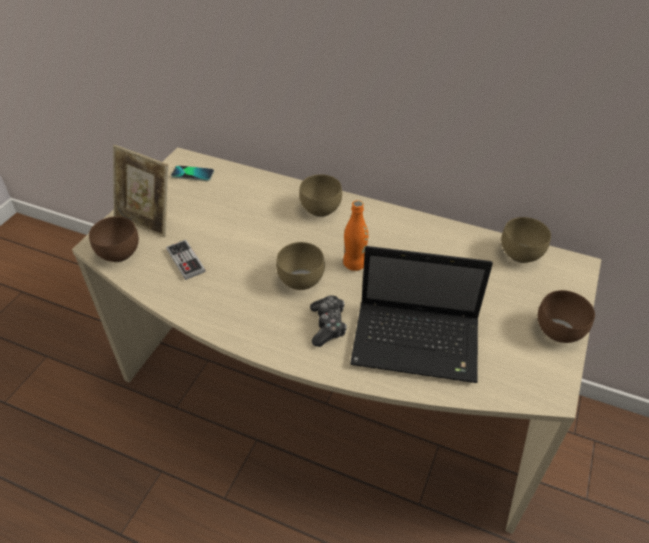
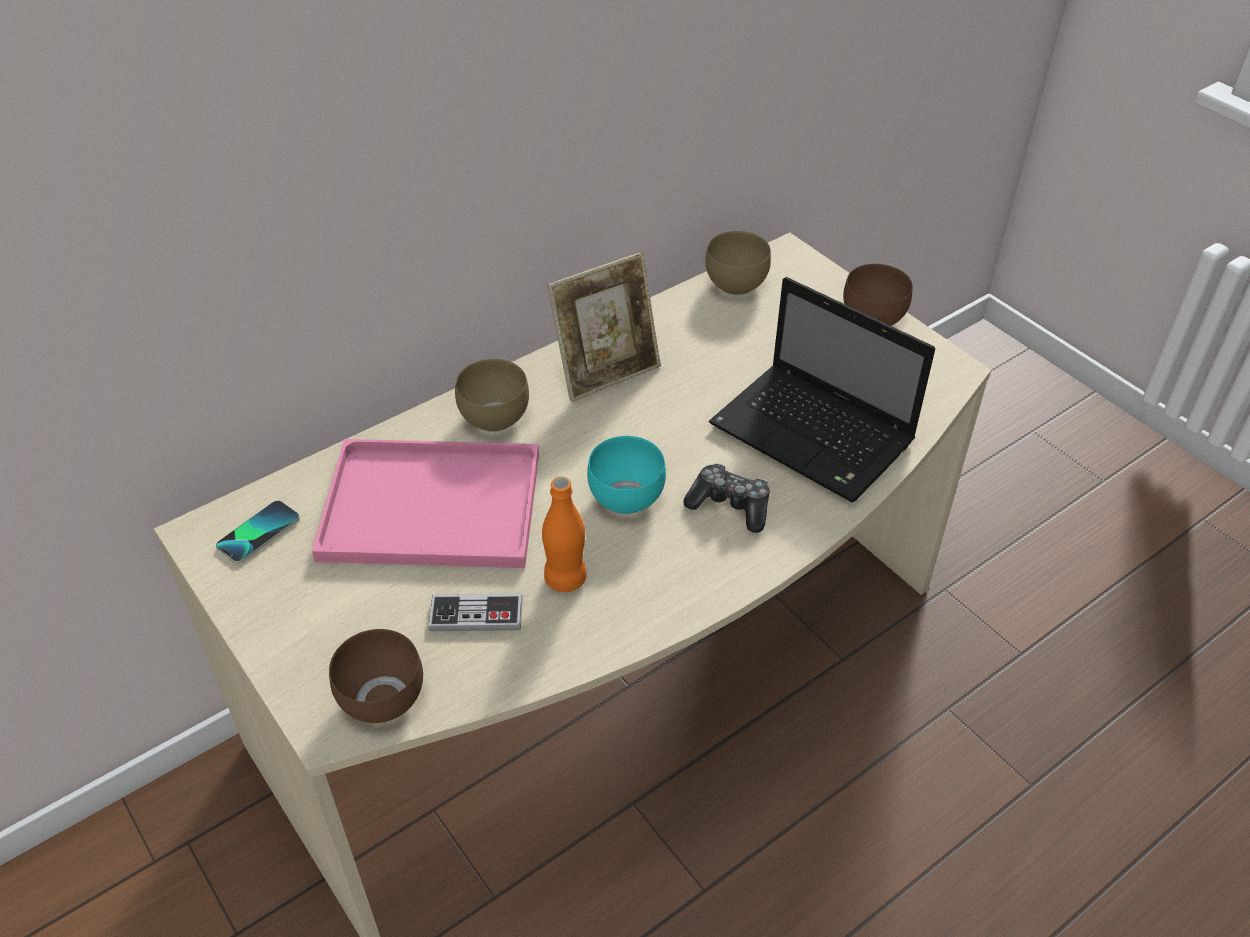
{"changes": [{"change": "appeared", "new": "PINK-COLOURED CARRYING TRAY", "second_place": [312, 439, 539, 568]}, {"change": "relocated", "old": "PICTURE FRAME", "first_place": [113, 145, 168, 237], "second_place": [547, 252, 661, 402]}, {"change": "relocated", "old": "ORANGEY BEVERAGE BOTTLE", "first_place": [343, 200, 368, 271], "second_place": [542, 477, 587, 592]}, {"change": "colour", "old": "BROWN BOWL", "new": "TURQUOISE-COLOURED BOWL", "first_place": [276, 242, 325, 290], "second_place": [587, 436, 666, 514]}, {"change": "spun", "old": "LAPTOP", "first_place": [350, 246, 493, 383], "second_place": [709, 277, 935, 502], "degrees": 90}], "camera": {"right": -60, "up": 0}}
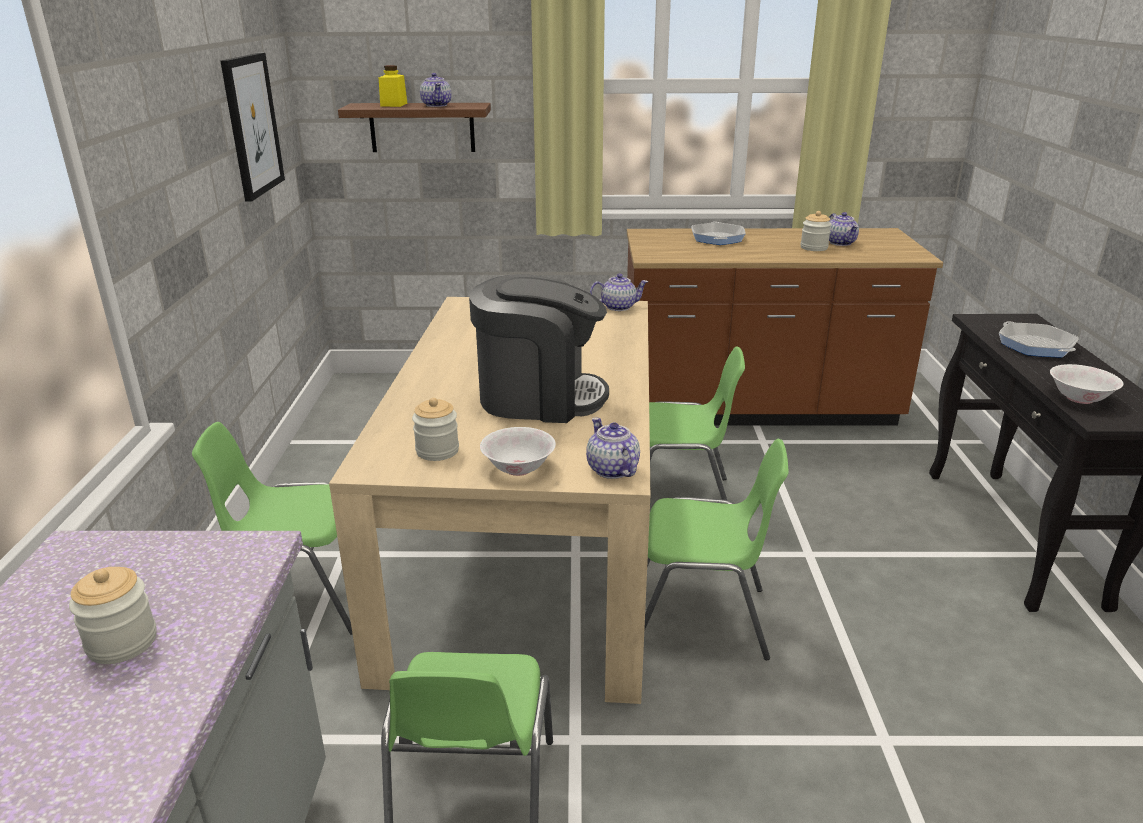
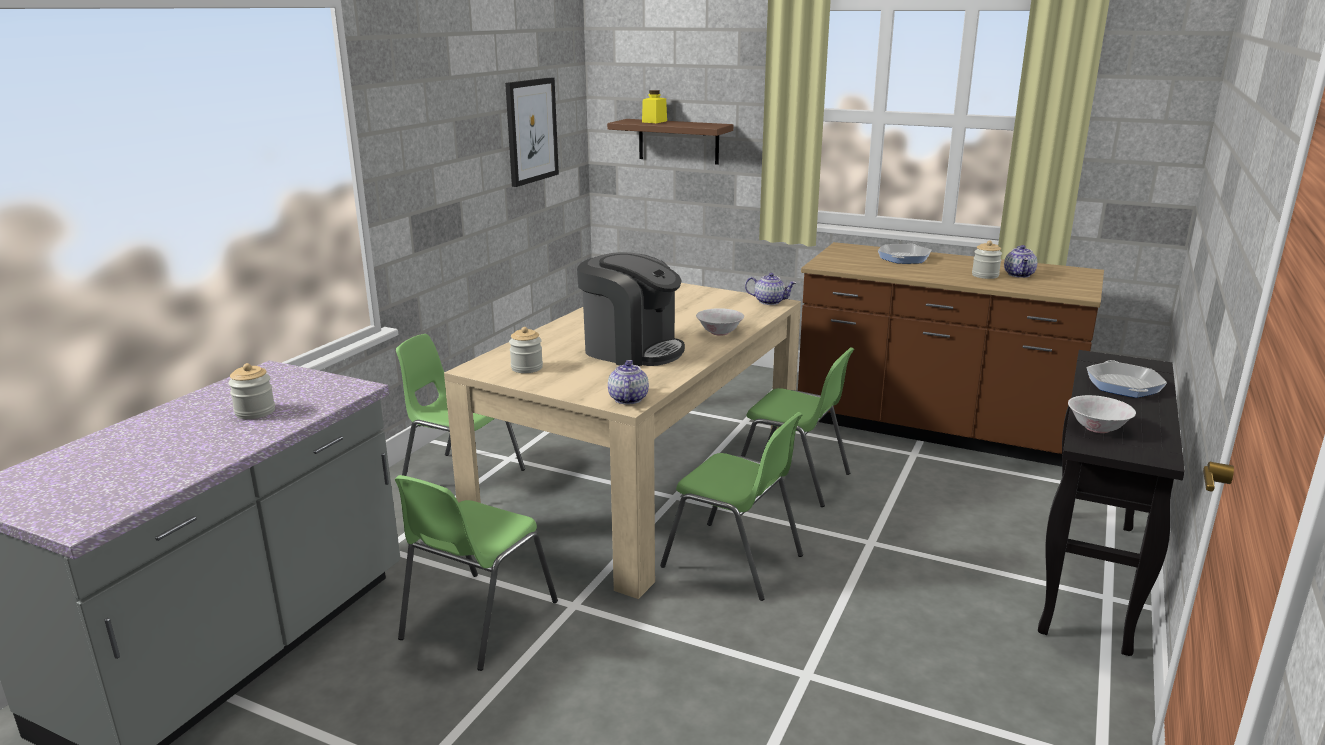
{"changes": [{"change": "missing", "old": "TEA POT", "first_place": [420, 73, 451, 107]}, {"change": "relocated", "old": "WHITE BOWL", "first_place": [480, 427, 556, 476], "second_place": [696, 308, 744, 336]}], "camera": {"right": 25, "up": -5}}
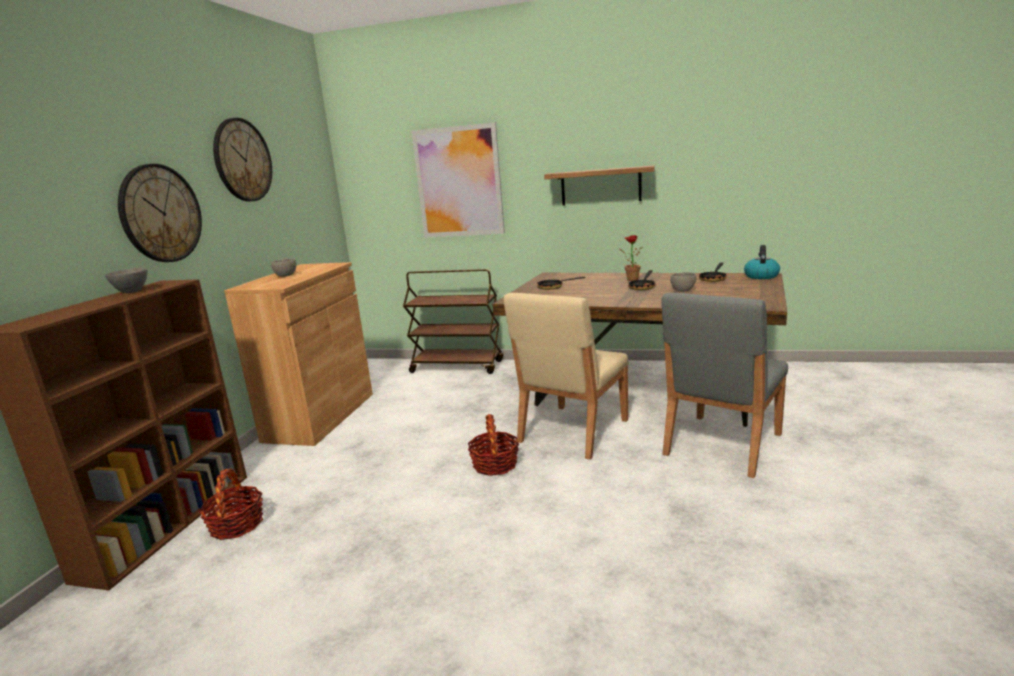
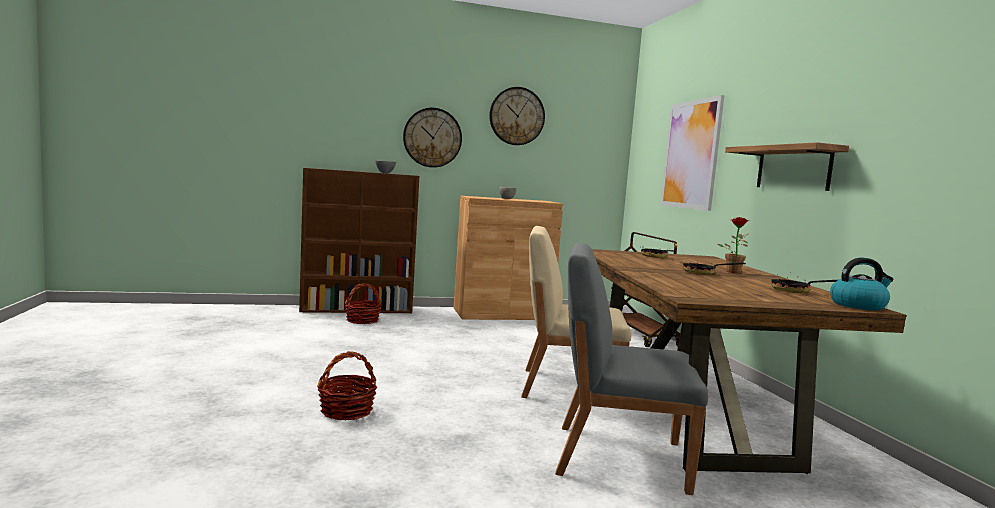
{"changes": [{"change": "missing", "old": "GRAY BOWL", "first_place": [670, 272, 696, 292]}, {"change": "relocated", "old": "STORAGE BASKET", "first_place": [468, 414, 519, 476], "second_place": [317, 351, 377, 420]}], "camera": {"right": 60, "up": -10}}
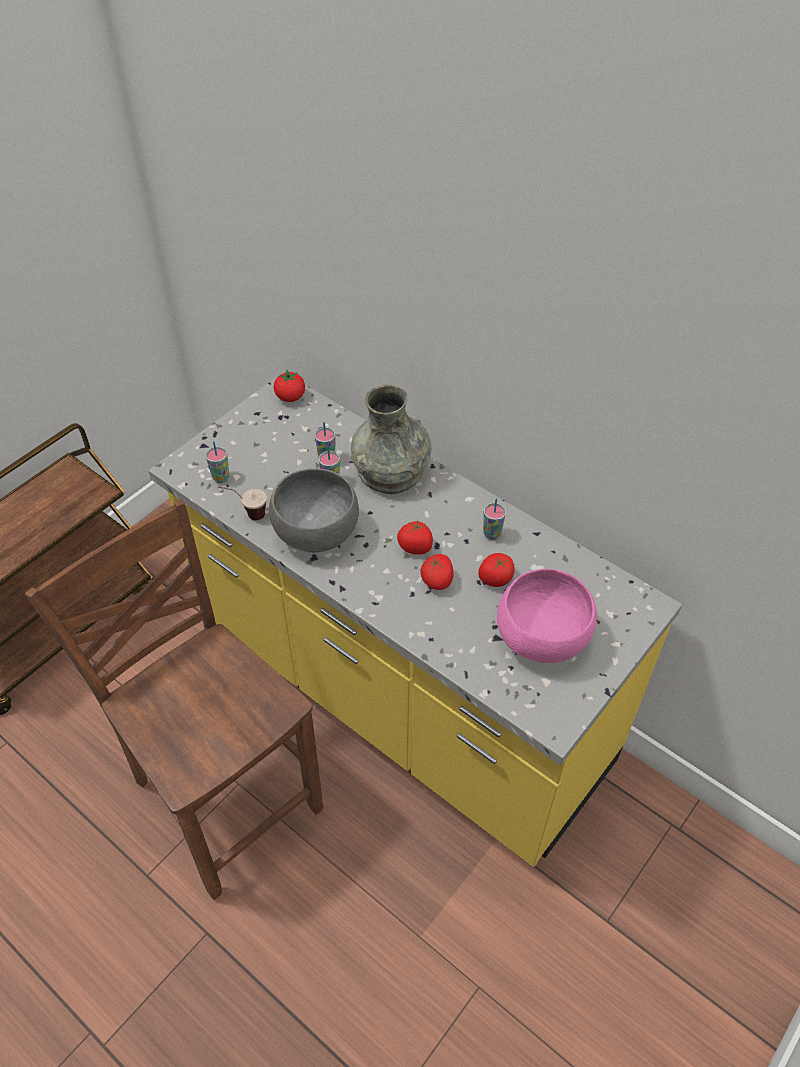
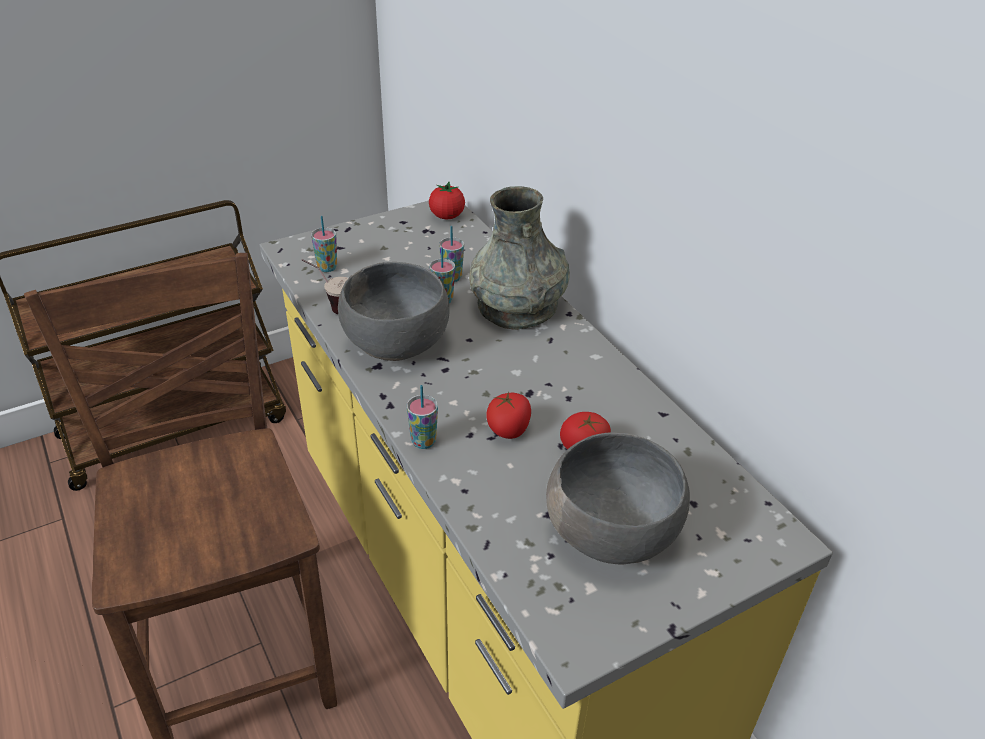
{"changes": [{"change": "missing", "old": "FRESH TOMATO", "first_place": [397, 520, 433, 555]}, {"change": "relocated", "old": "SMALL CUP", "first_place": [483, 498, 506, 540], "second_place": [407, 385, 438, 449]}, {"change": "colour", "old": "PINK-COLOURED BOWL", "new": "GRAY BOWL", "first_place": [497, 569, 597, 663], "second_place": [546, 432, 690, 564]}], "camera": {"right": 20, "up": -10}}
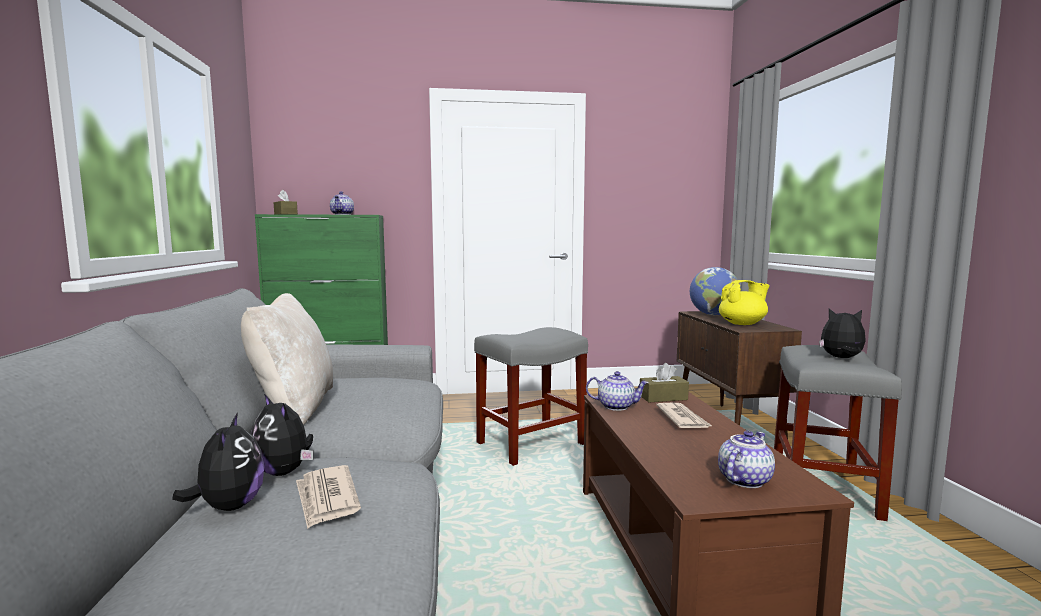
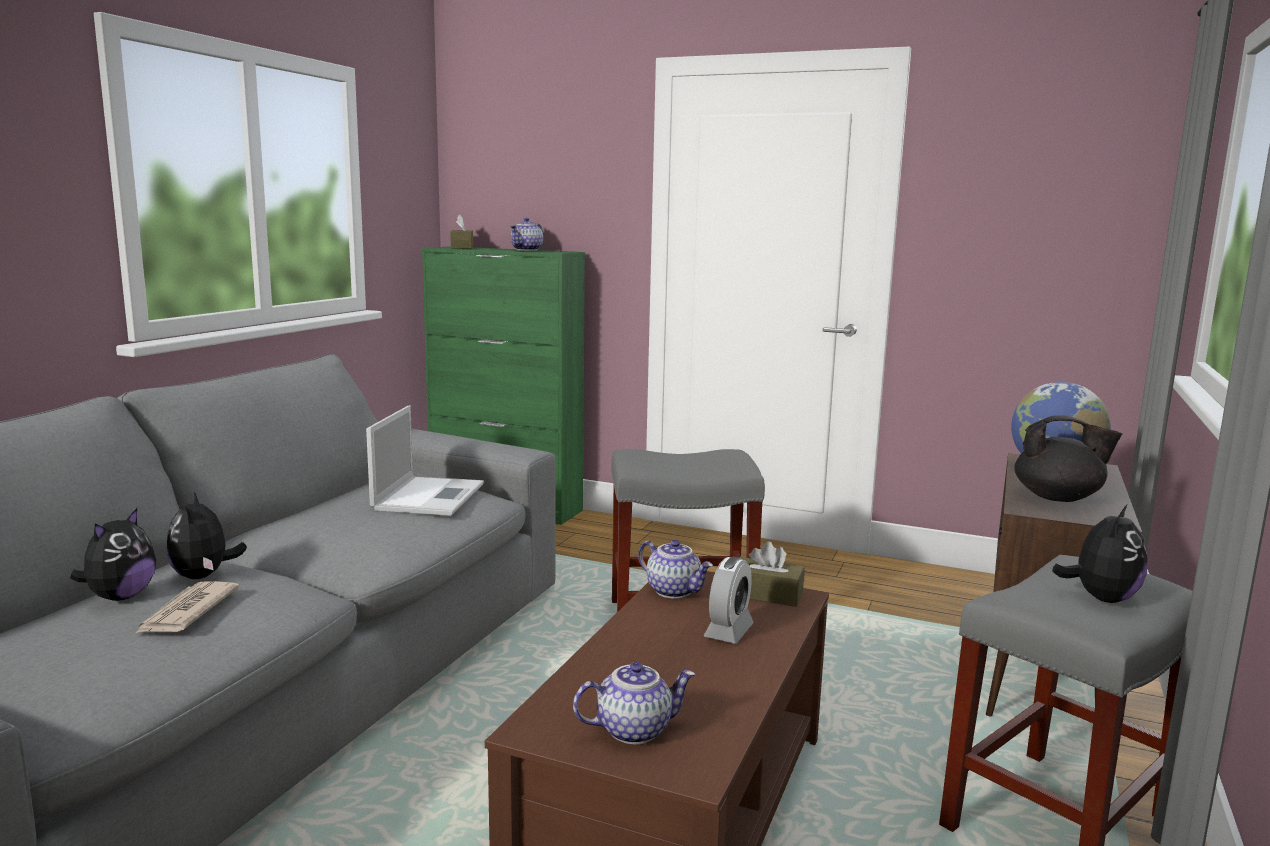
{"changes": [{"change": "missing", "old": "BEIGE PILLOW", "first_place": [241, 293, 333, 425]}, {"change": "appeared", "new": "LAPTOP", "second_place": [366, 405, 484, 516]}, {"change": "exchanged", "old": "NEWSPAPER", "new": "TABLE CLOCK", "first_place": [656, 403, 712, 428], "second_place": [704, 557, 754, 643]}, {"change": "colour", "old": "YELLOW TEA POT", "new": "BLACKISH TEA POT", "first_place": [719, 280, 770, 325], "second_place": [1014, 415, 1122, 502]}, {"change": "spun", "old": "SOFT TOY", "first_place": [819, 309, 866, 358], "second_place": [1052, 505, 1147, 603], "degrees": 75}], "camera": {"right": 30, "up": 5}}
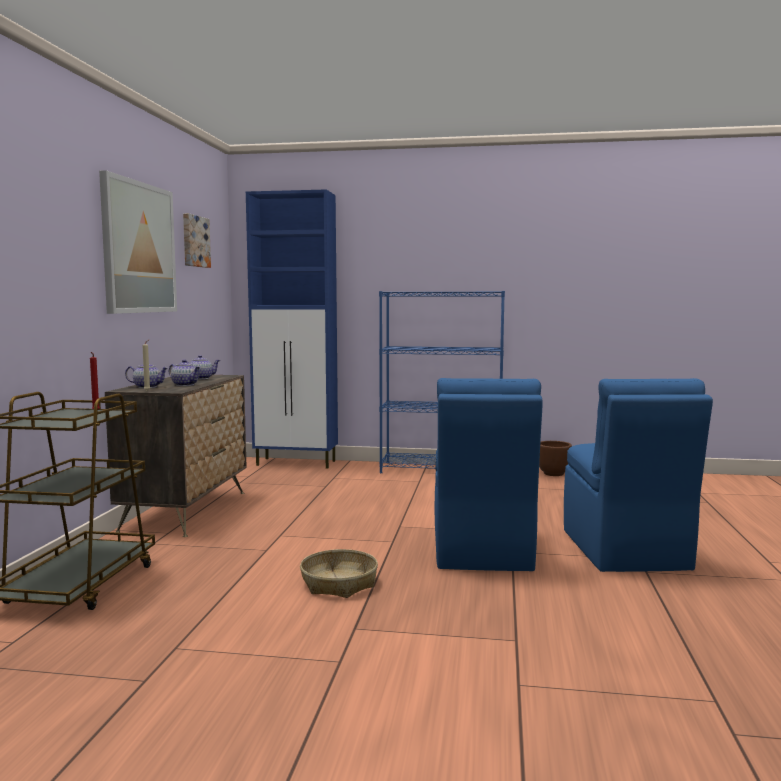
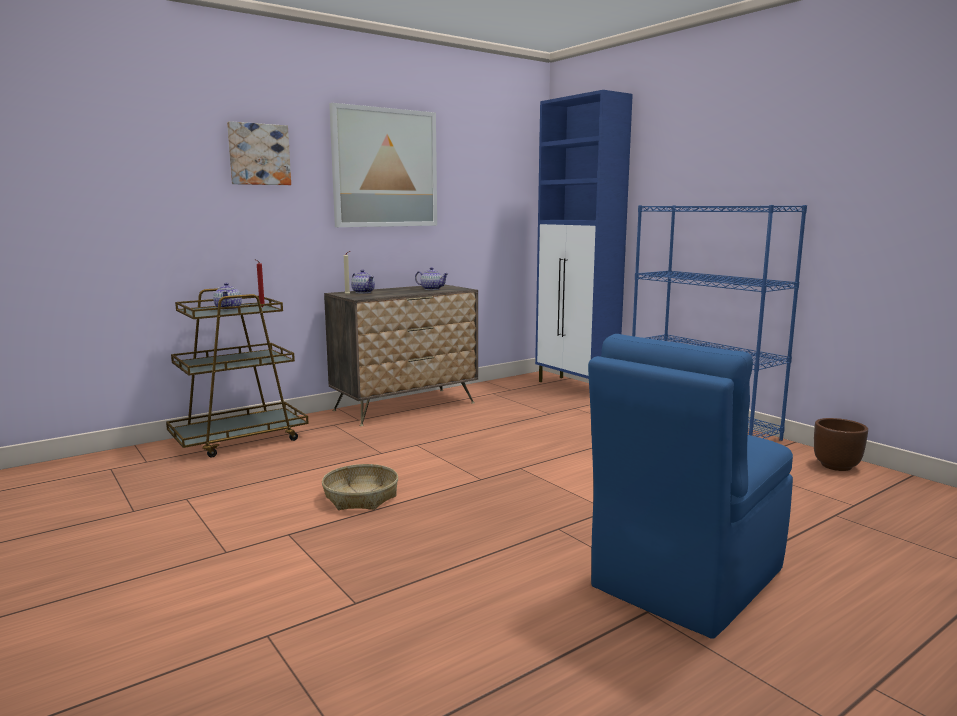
{"changes": [{"change": "missing", "old": "BLUE-COLOURED UPRIGHT CHAIR", "first_place": [435, 378, 543, 571]}, {"change": "relocated", "old": "TEA POT", "first_place": [169, 360, 200, 386], "second_place": [213, 283, 242, 310]}, {"change": "relocated", "old": "PICTURE", "first_place": [183, 213, 211, 268], "second_place": [227, 121, 291, 185]}], "camera": {"right": 45, "up": 5}}
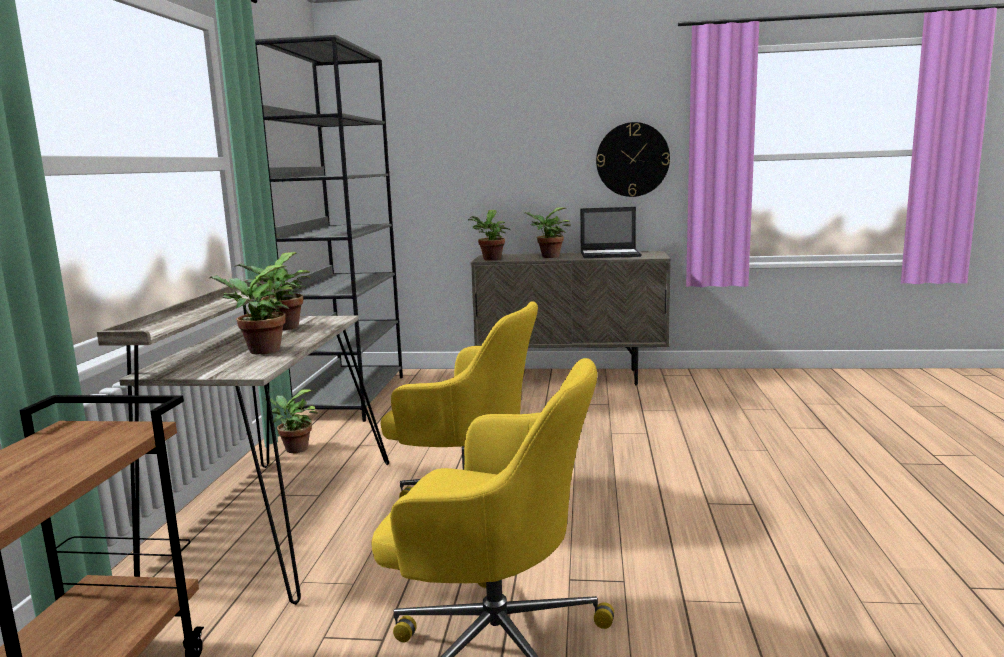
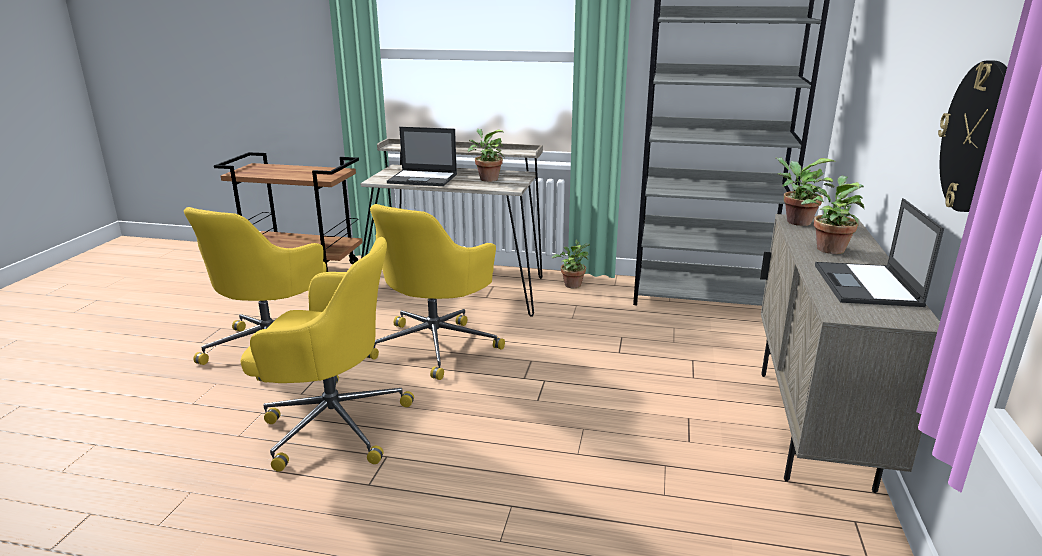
{"changes": [{"change": "appeared", "new": "YELLOW DESK CHAIR", "second_place": [241, 237, 414, 472]}, {"change": "exchanged", "old": "POTTED PLANT", "new": "LAPTOP", "first_place": [209, 265, 296, 354], "second_place": [387, 127, 457, 186]}], "camera": {"right": 95, "up": 10}}
